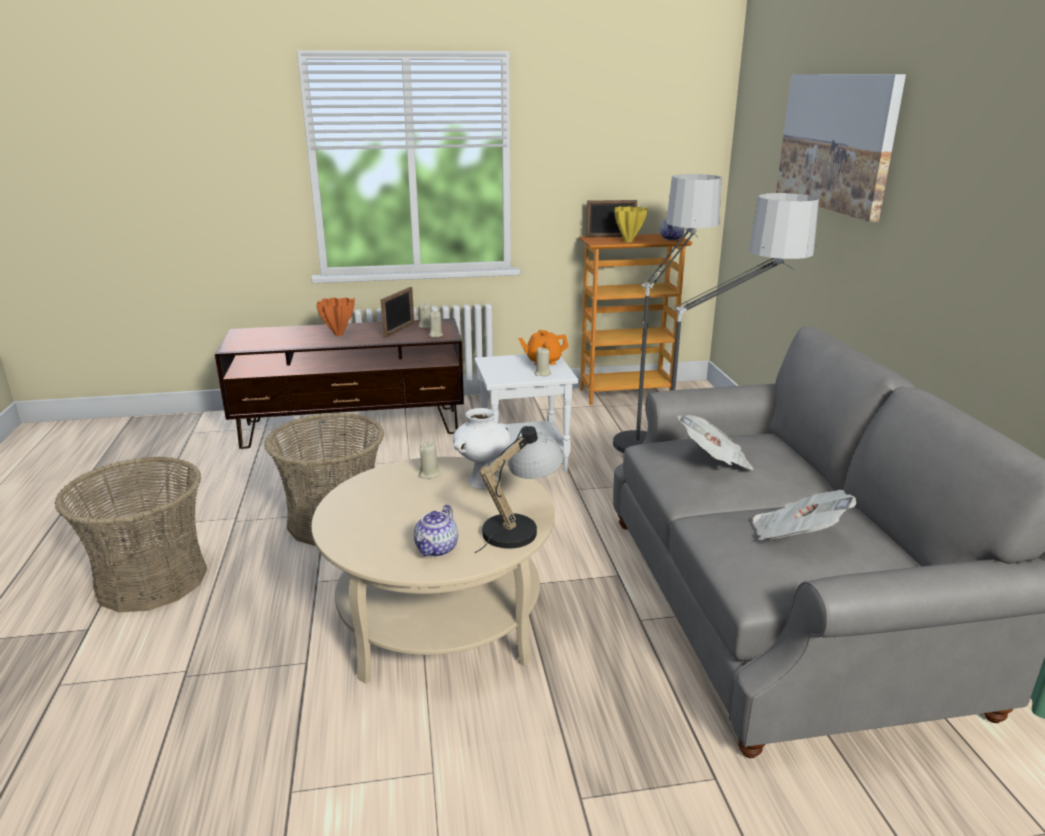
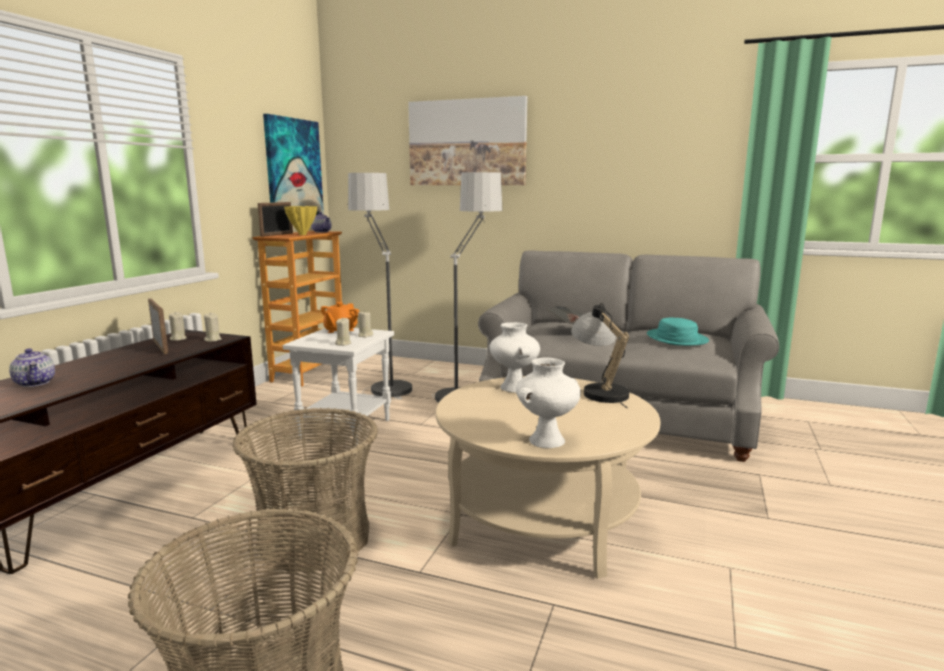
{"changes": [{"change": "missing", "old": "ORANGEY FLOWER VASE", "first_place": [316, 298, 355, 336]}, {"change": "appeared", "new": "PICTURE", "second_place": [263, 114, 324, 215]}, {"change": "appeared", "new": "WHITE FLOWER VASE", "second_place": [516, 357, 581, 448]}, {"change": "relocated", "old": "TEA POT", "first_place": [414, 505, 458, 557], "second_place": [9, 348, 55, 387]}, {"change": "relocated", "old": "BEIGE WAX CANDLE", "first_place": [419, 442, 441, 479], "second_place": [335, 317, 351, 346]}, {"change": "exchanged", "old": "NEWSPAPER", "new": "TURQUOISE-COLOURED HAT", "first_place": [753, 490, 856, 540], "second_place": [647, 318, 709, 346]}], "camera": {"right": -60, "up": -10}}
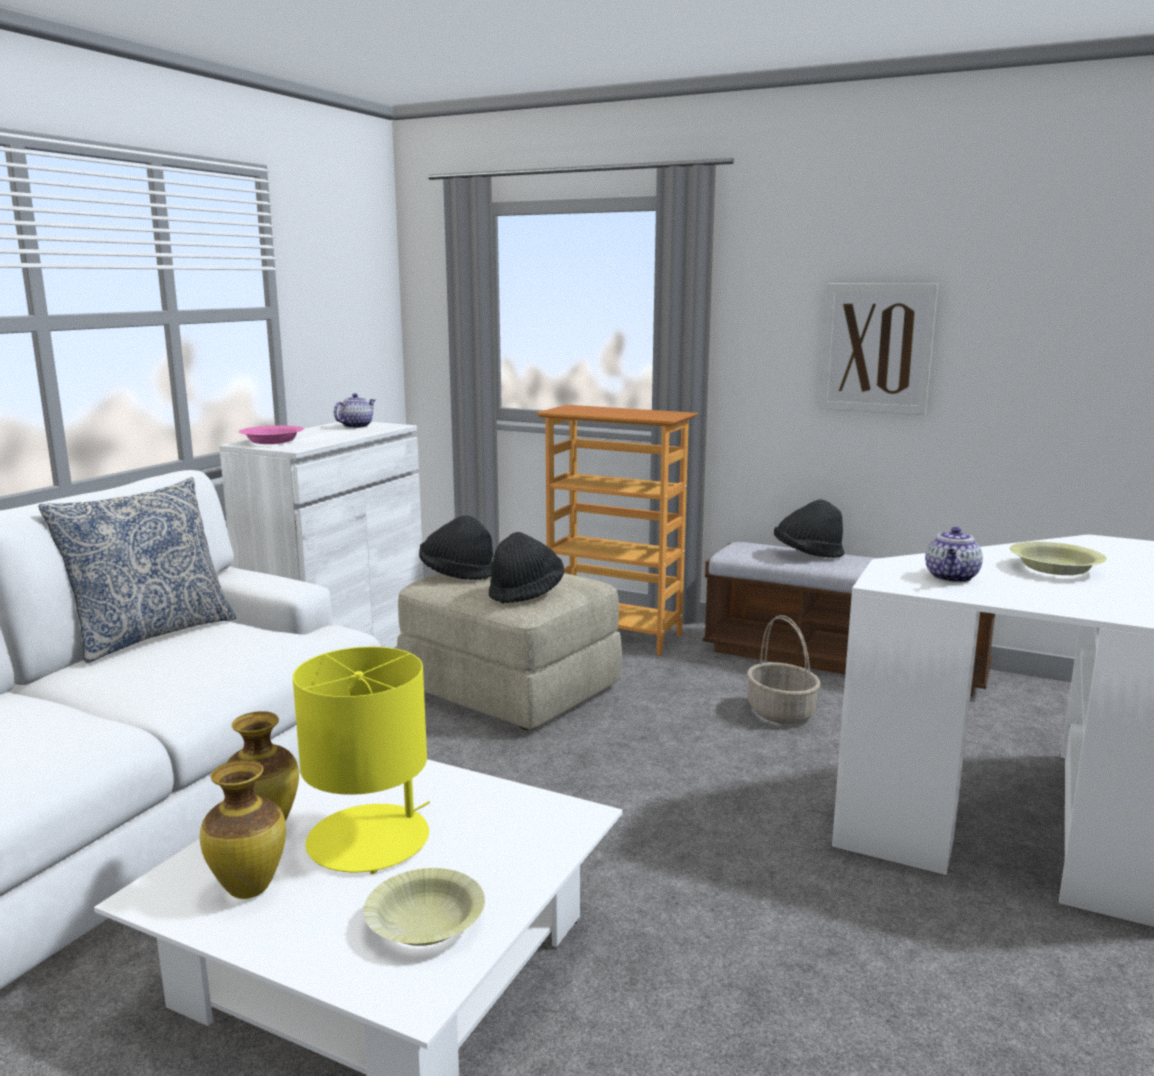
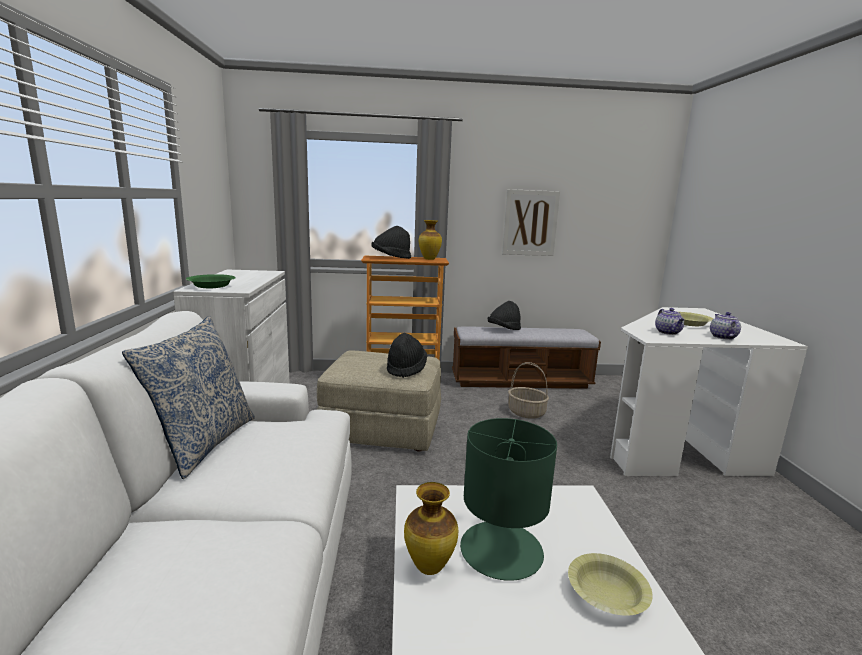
{"changes": [{"change": "relocated", "old": "FLOWER VASE", "first_place": [200, 759, 286, 899], "second_place": [419, 220, 442, 260]}, {"change": "relocated", "old": "TEA POT", "first_place": [334, 393, 375, 428], "second_place": [710, 312, 741, 340]}, {"change": "relocated", "old": "BLACKISH HAT", "first_place": [419, 515, 493, 580], "second_place": [372, 226, 411, 259]}, {"change": "colour", "old": "PINK-COLOURED BOWL", "new": "GREENISH BOWL", "first_place": [238, 425, 304, 444], "second_place": [186, 274, 236, 288]}, {"change": "colour", "old": "YELLOW LAMP FOR A TABLE", "new": "GREENISH LAMP FOR A TABLE", "first_place": [293, 647, 430, 874], "second_place": [460, 418, 557, 581]}], "camera": {"right": -30, "up": 0}}
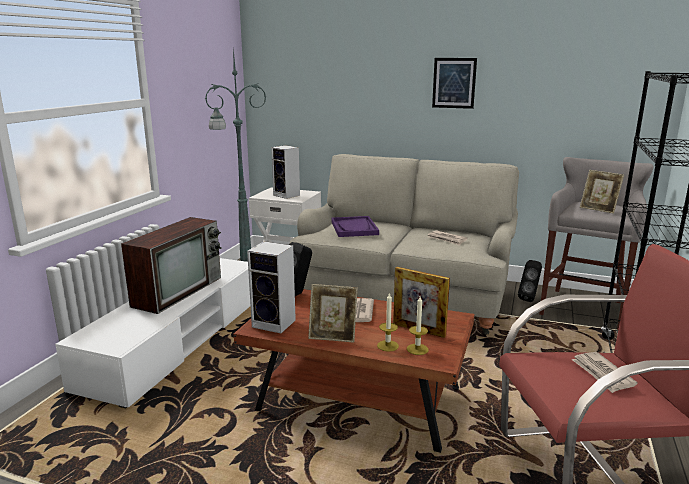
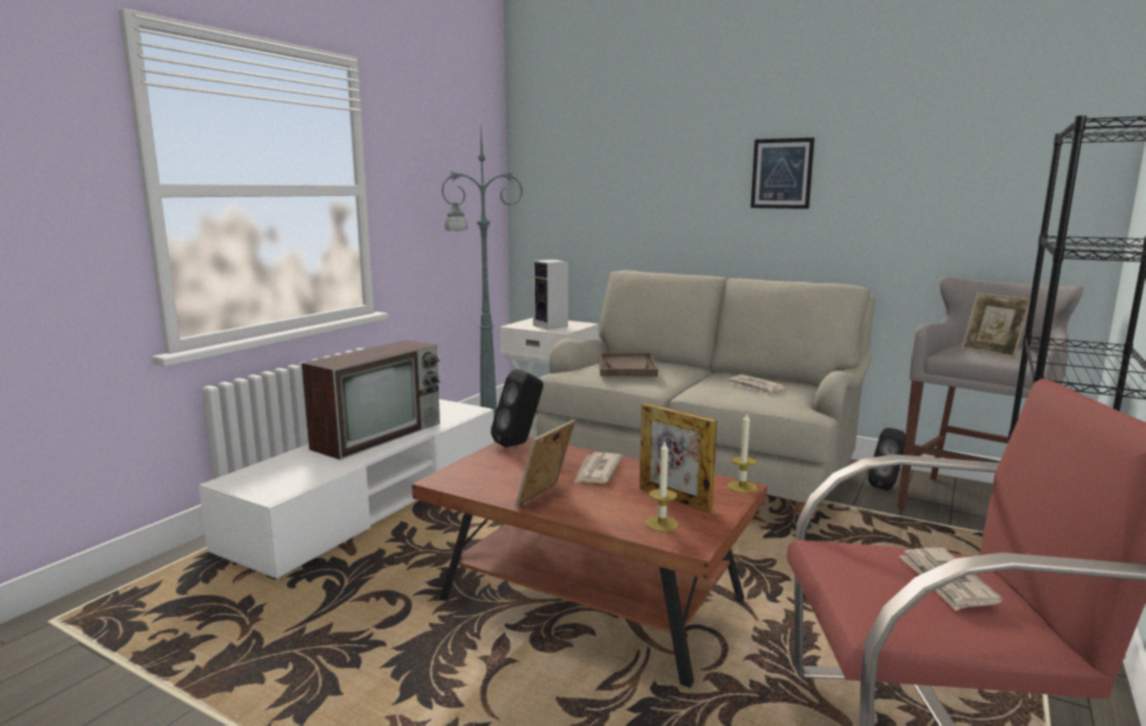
{"changes": [{"change": "missing", "old": "AUDIO SPEAKER", "first_place": [247, 241, 296, 333]}, {"change": "relocated", "old": "WAX CANDLE", "first_place": [377, 292, 399, 352], "second_place": [727, 413, 757, 493]}, {"change": "colour", "old": "PURPLE CARRYING TRAY", "new": "BROWN CARRYING TRAY", "first_place": [331, 216, 379, 237], "second_place": [599, 353, 658, 377]}, {"change": "spun", "old": "PICTURE FRAME", "first_place": [308, 284, 358, 343], "second_place": [515, 419, 575, 507], "degrees": 105}], "camera": {"right": 10, "up": -5}}
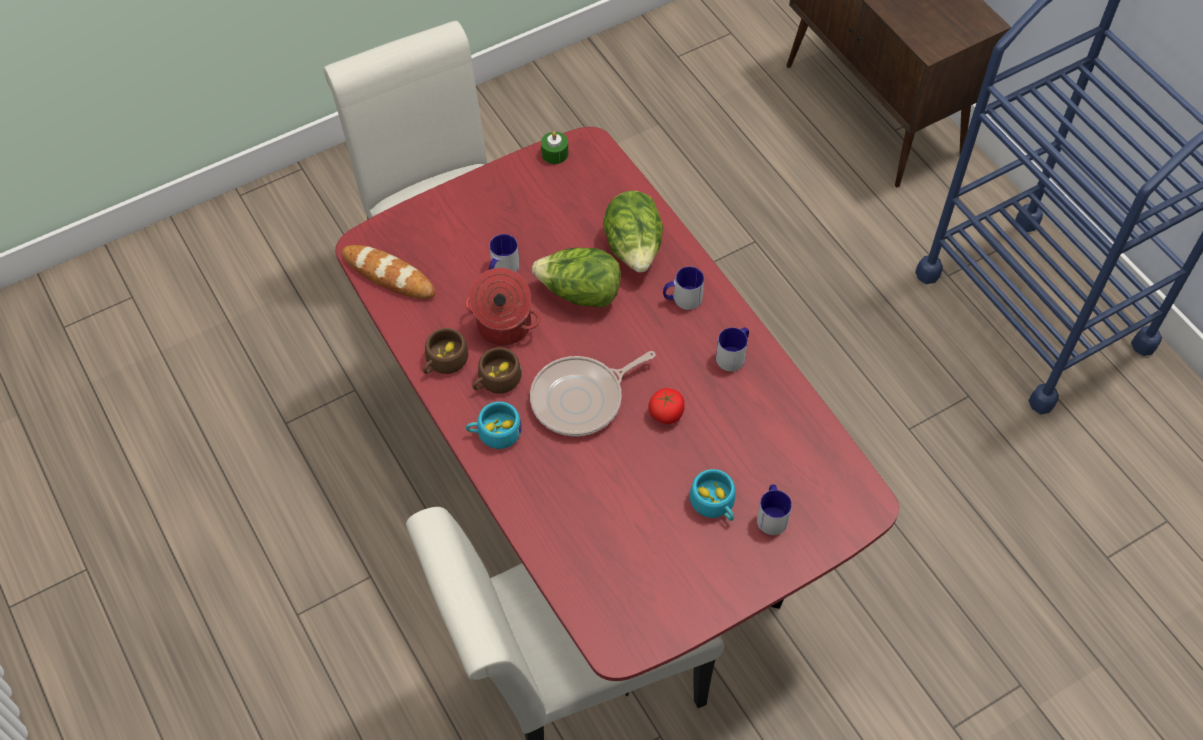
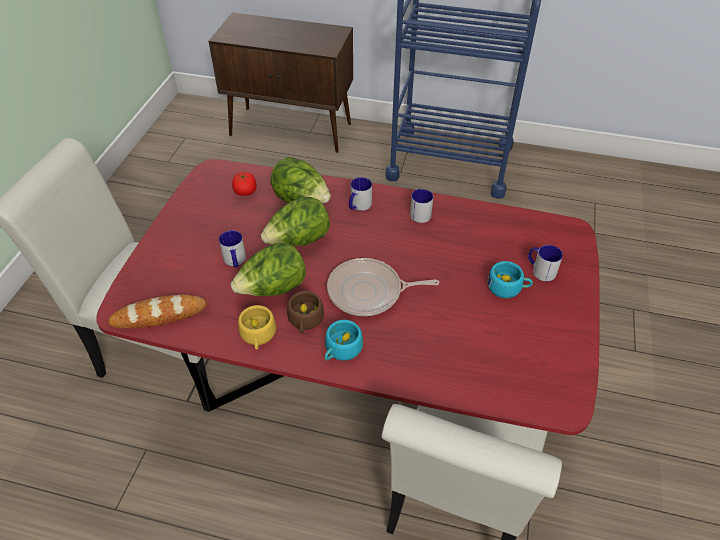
{"changes": [{"change": "missing", "old": "GREENISH WAX CANDLE", "first_place": [541, 131, 569, 164]}, {"change": "relocated", "old": "FRESH TOMATO", "first_place": [649, 388, 685, 424], "second_place": [232, 172, 257, 196]}, {"change": "exchanged", "old": "SAUCEPOT", "new": "LETTUCE", "first_place": [465, 268, 540, 346], "second_place": [231, 243, 306, 296]}, {"change": "colour", "old": "BROWN SMALL CUP", "new": "YELLOW SMALL CUP", "first_place": [423, 328, 469, 374], "second_place": [238, 305, 276, 350]}, {"change": "spun", "old": "FRYING PAN", "first_place": [530, 351, 656, 436], "second_place": [327, 258, 439, 316], "degrees": 75}], "camera": {"right": -45, "up": -10}}
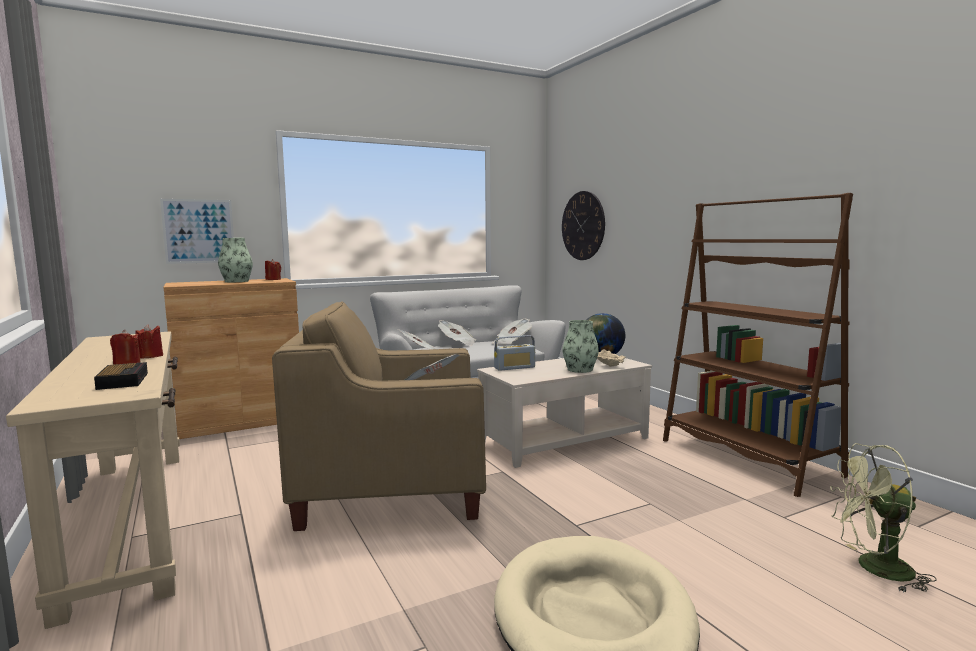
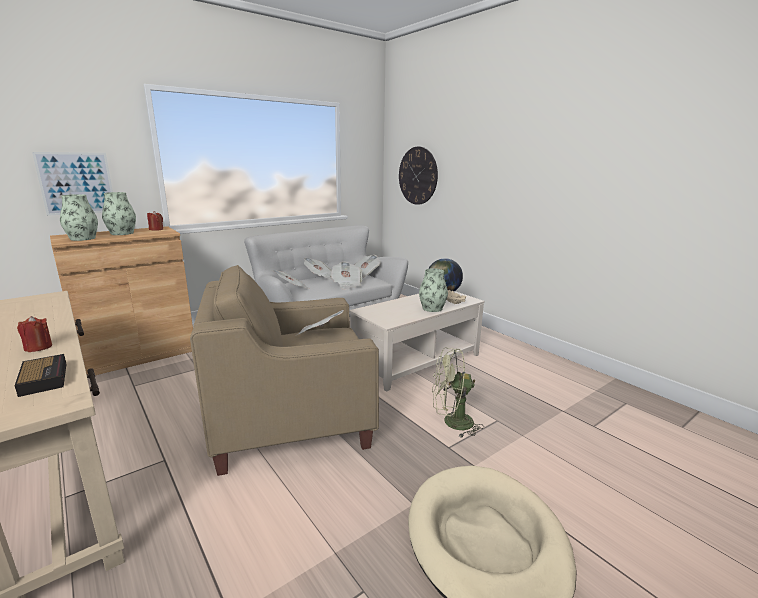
{"changes": [{"change": "missing", "old": "RED WAX CANDLE", "first_place": [135, 324, 163, 359]}, {"change": "missing", "old": "RADIO SET", "first_place": [494, 335, 535, 371]}, {"change": "missing", "old": "BROWN BOOKSHELF", "first_place": [663, 193, 853, 497]}, {"change": "appeared", "new": "FLOWER VASE", "second_place": [60, 194, 98, 241]}, {"change": "appeared", "new": "NEWSPAPER", "second_place": [330, 262, 362, 290]}, {"change": "relocated", "old": "GREENISH COOLING FAN", "first_place": [830, 443, 937, 593], "second_place": [432, 348, 484, 437]}], "camera": {"right": -10, "up": 10}}
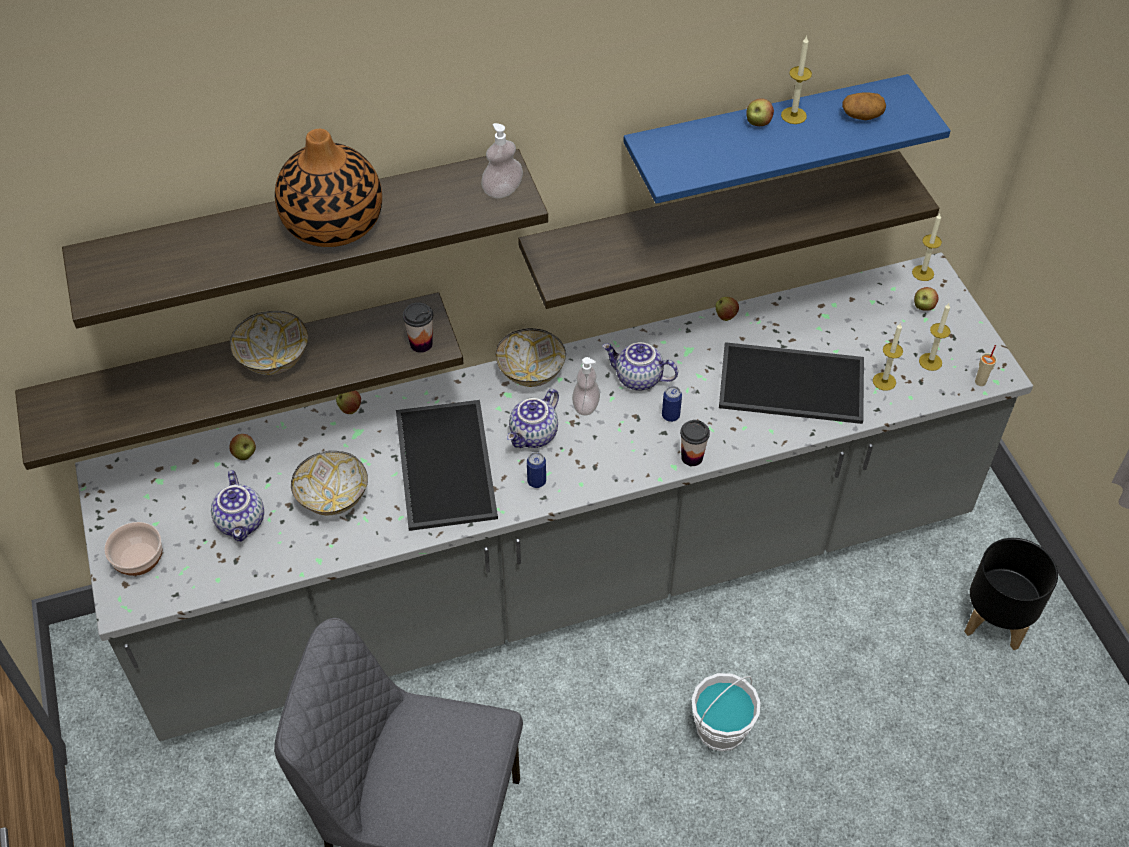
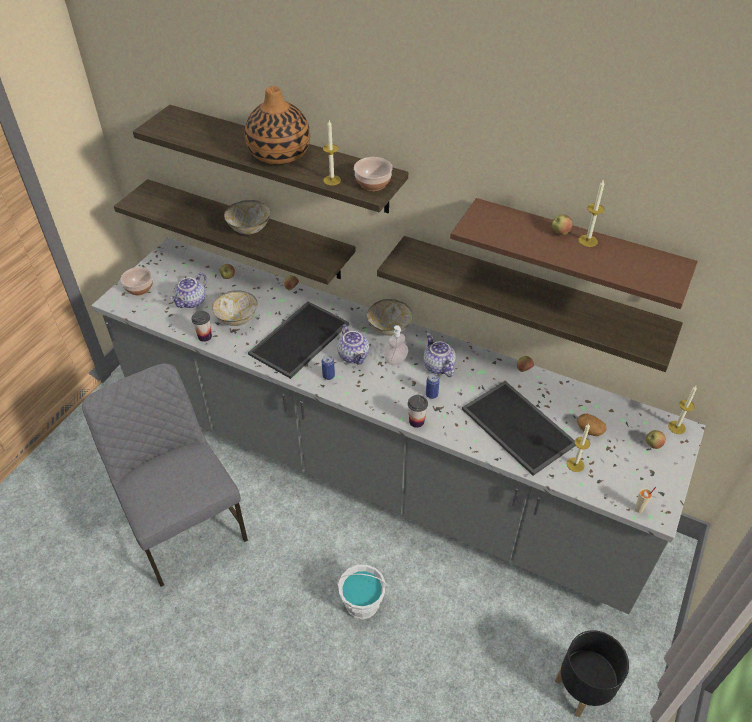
{"changes": [{"change": "relocated", "old": "SMALL CUP", "first_place": [403, 302, 433, 353], "second_place": [191, 311, 212, 342]}, {"change": "relocated", "old": "WHOLE POTATO", "first_place": [842, 92, 886, 120], "second_place": [577, 414, 607, 436]}, {"change": "relocated", "old": "WAX CANDLE", "first_place": [919, 303, 951, 371], "second_place": [323, 120, 341, 186]}, {"change": "exchanged", "old": "SOAP DISPENSER", "new": "BOWL", "first_place": [481, 123, 523, 198], "second_place": [354, 157, 393, 191]}, {"change": "colour", "old": "BLUE-COLOURED BRACKET SHELF", "new": "BROWN BRACKET SHELF", "first_place": [623, 74, 951, 204], "second_place": [450, 198, 698, 309]}, {"change": "spun", "old": "TEA POT", "first_place": [507, 389, 559, 448], "second_place": [337, 324, 369, 364], "degrees": -105}], "camera": {"right": 45, "up": -5}}
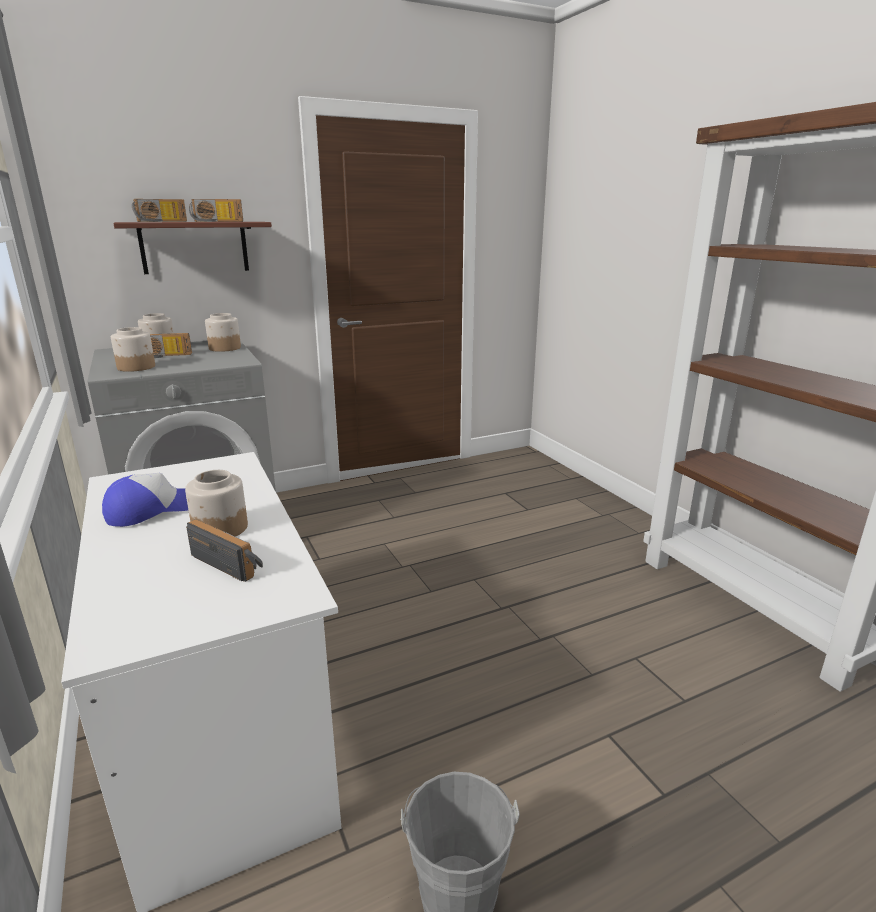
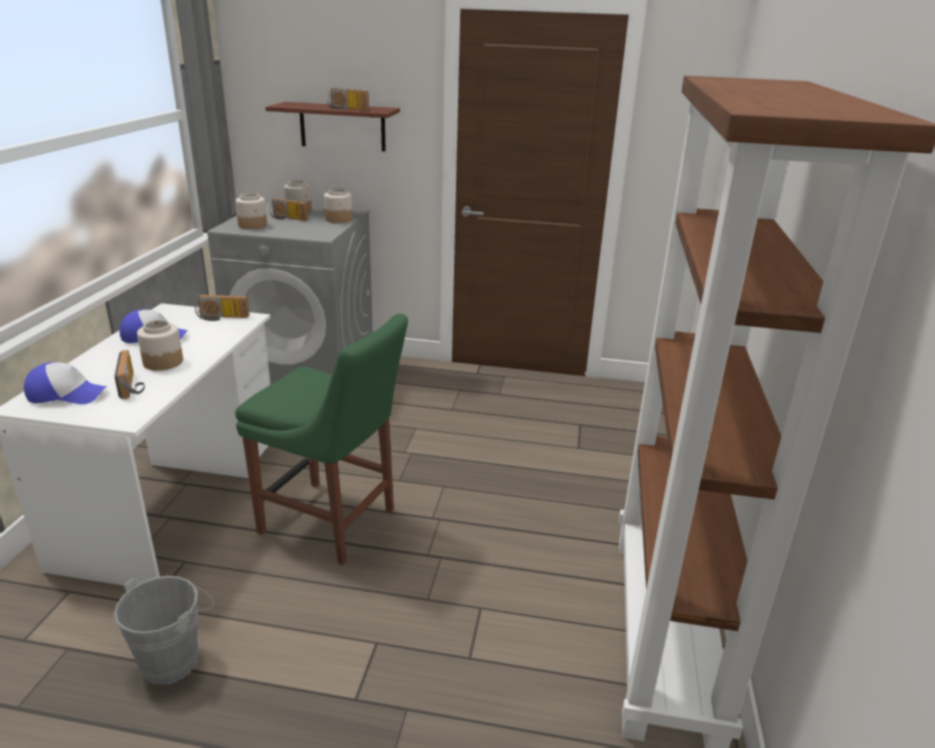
{"changes": [{"change": "appeared", "new": "CAP", "second_place": [24, 362, 107, 404]}, {"change": "appeared", "new": "GREENISH UPRIGHT CHAIR", "second_place": [235, 314, 408, 565]}, {"change": "relocated", "old": "RADIO SET", "first_place": [132, 199, 187, 222], "second_place": [195, 295, 249, 321]}], "camera": {"right": 35, "up": 5}}
